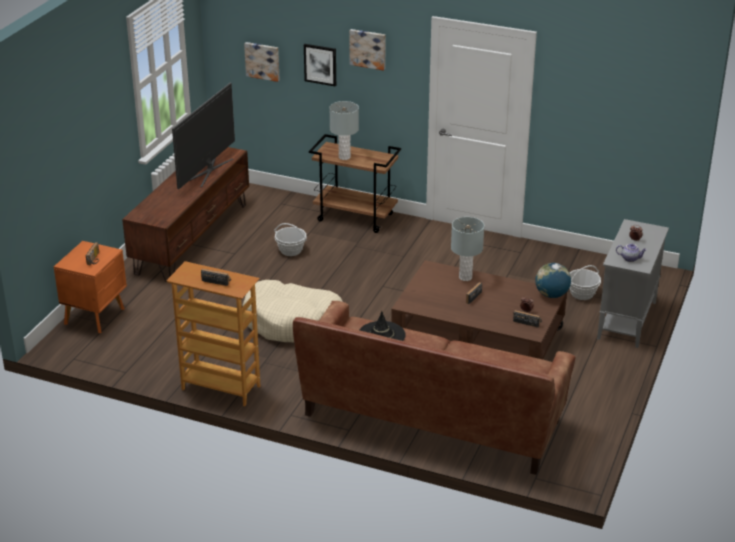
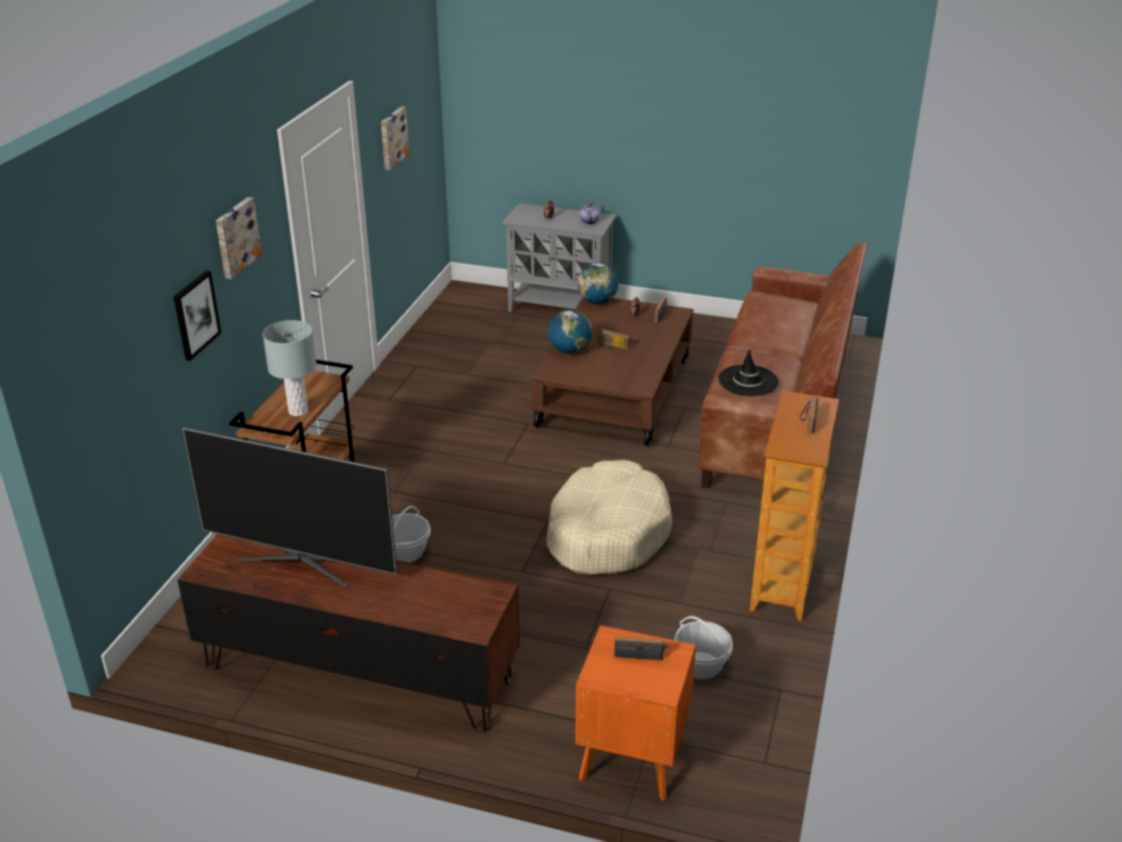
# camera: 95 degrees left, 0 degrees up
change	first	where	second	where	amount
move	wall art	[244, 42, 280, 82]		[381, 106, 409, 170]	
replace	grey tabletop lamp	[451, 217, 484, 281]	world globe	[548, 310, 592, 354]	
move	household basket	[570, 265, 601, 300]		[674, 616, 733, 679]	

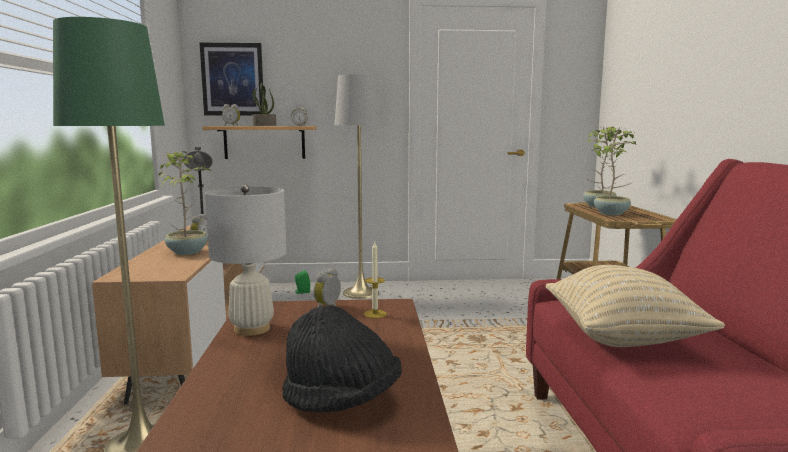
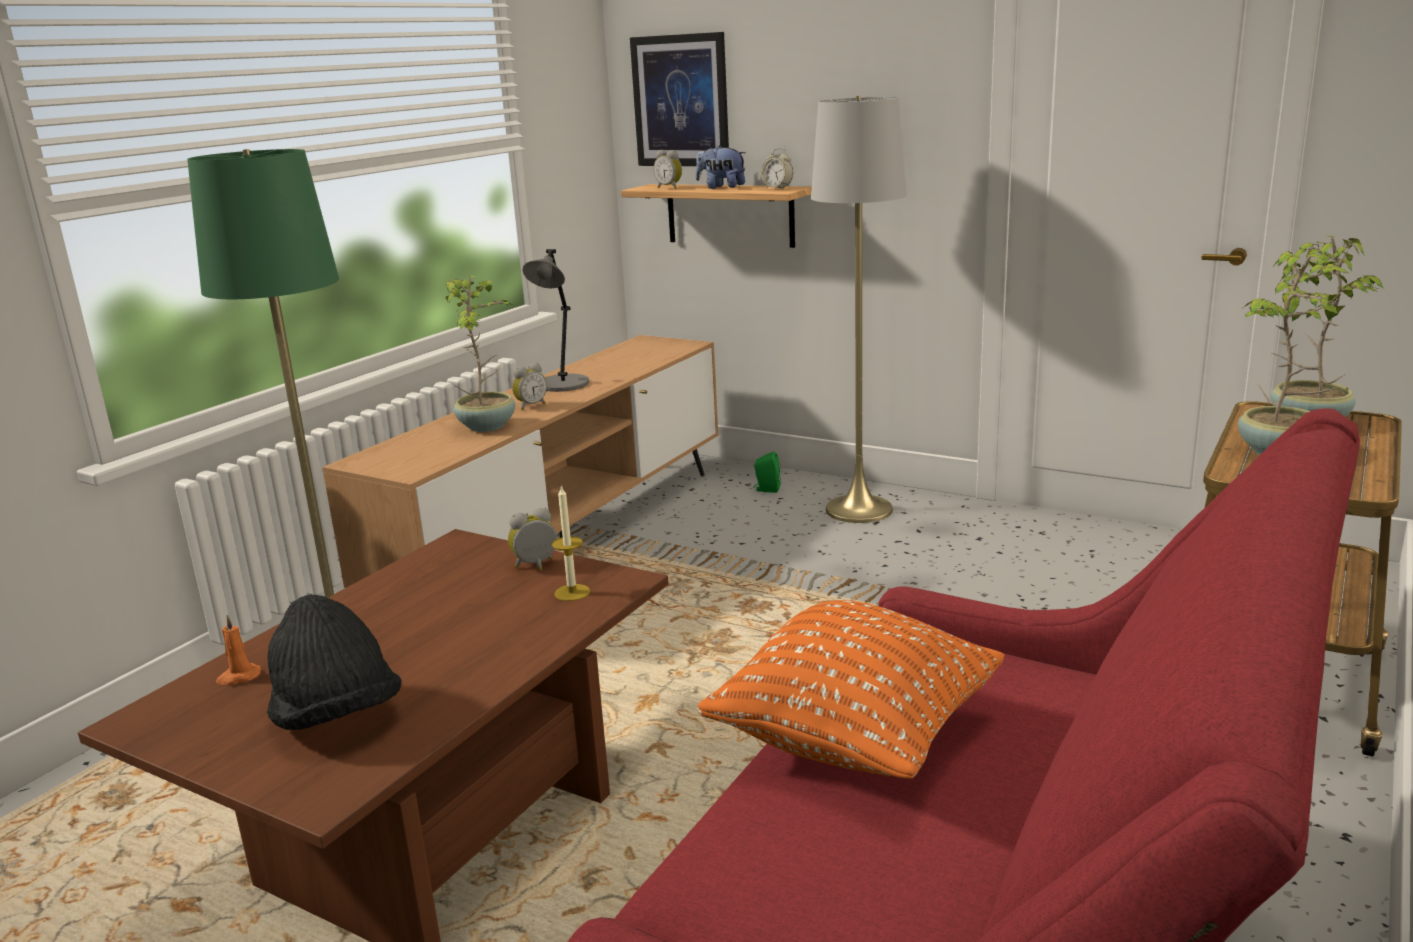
# camera: 35 degrees right, 10 degrees up
change	first	where	second	where	amount
delete	white-coloured tabletop lamp	[205, 184, 286, 336]			
replace	houseplant	[252, 83, 276, 126]	soft toy	[696, 146, 746, 189]	
recolor	beige-coloured cushion	[545, 265, 725, 347]	orange cushion	[697, 600, 1005, 779]	
insert			orange wax candle	[216, 615, 261, 685]	

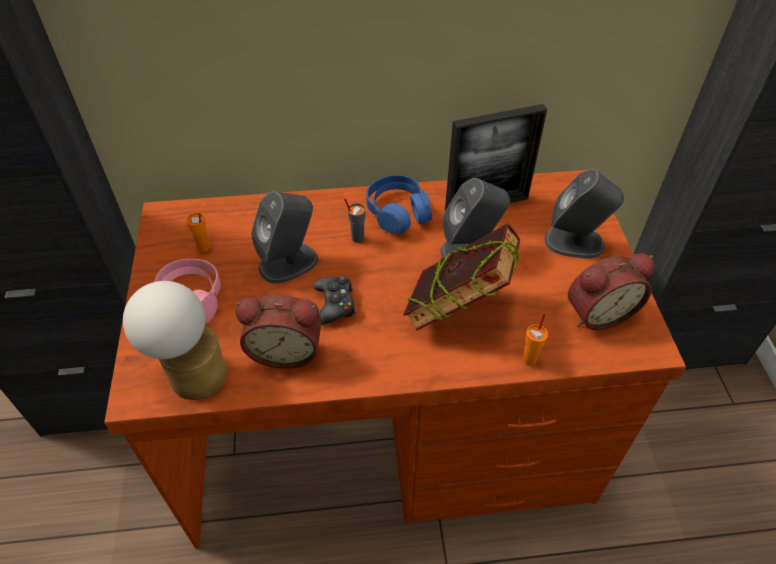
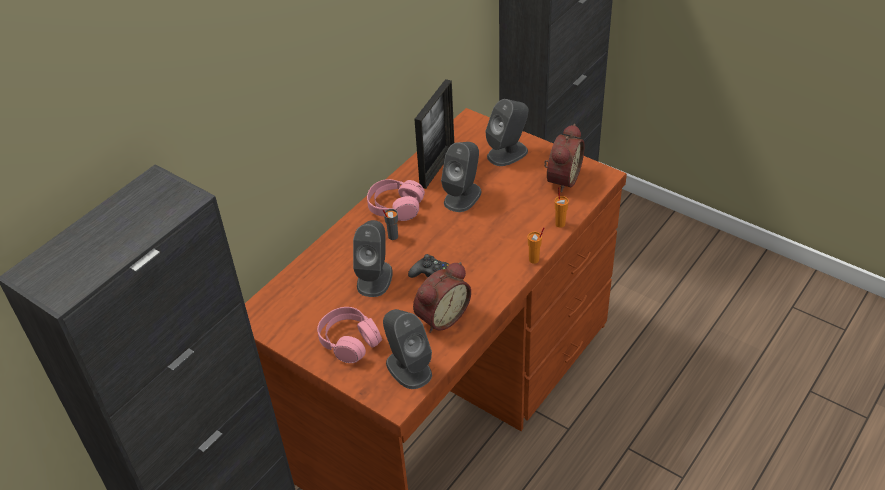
# camera: 45 degrees left, 5 degrees down
change	first	where	second	where	amount
replace	tabletop lamp	[123, 281, 227, 400]	grey speaker	[383, 309, 432, 389]	
move	orange cup	[186, 212, 210, 252]		[528, 227, 544, 264]	
recolor	bluish pair of headphones	[366, 175, 432, 234]	pink-coloured pair of headphones	[367, 179, 425, 221]	
delete	volume	[403, 223, 520, 330]			

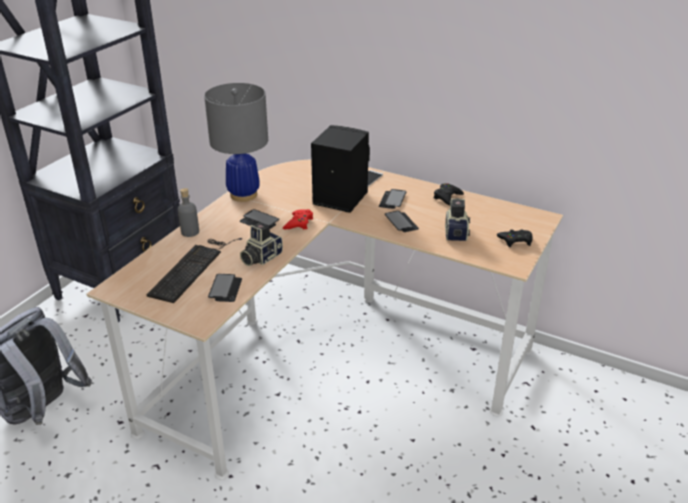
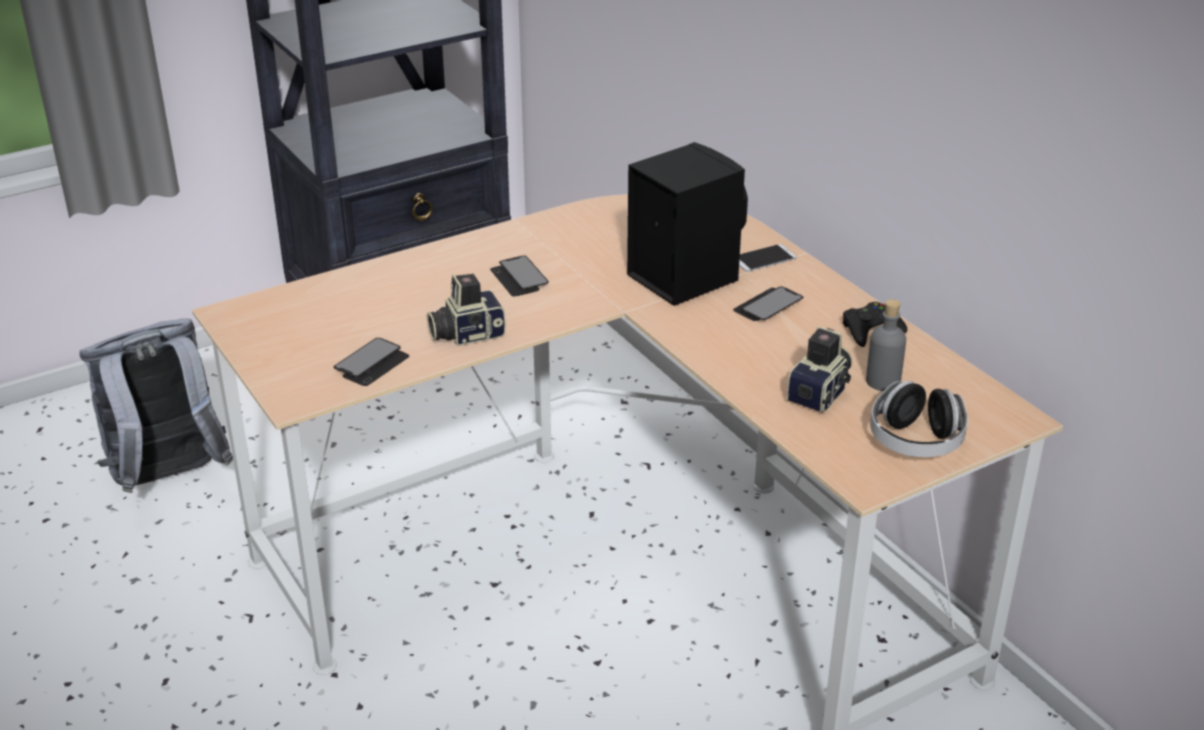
# camera: 30 degrees right, 0 degrees up
change	first	where	second	where	amount
delete	computer keyboard	[146, 238, 242, 303]			
move	grey beverage bottle	[178, 188, 199, 237]		[866, 299, 906, 391]	
delete	grey tabletop lamp	[204, 83, 268, 202]			
delete	red-coloured game controller	[283, 209, 313, 230]			
delete	telephone	[384, 211, 419, 232]			
replace	blackish game controller	[497, 230, 532, 247]	pair of headphones	[870, 381, 968, 457]	

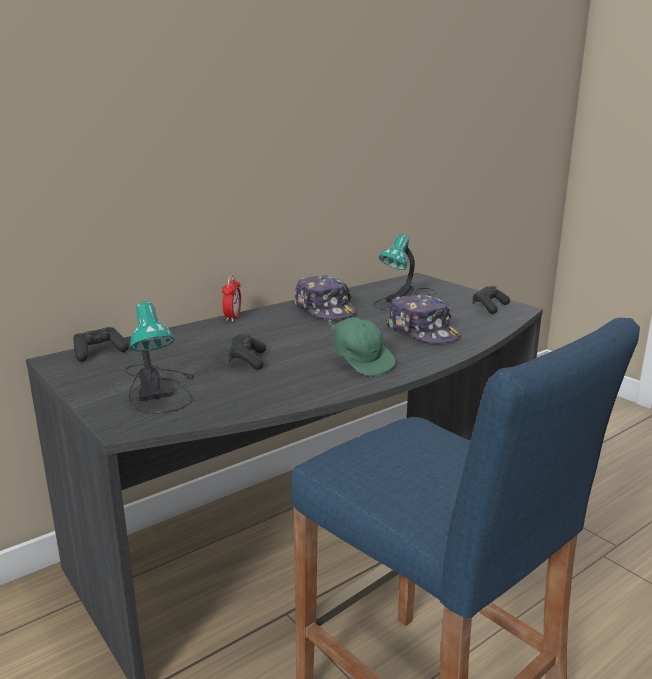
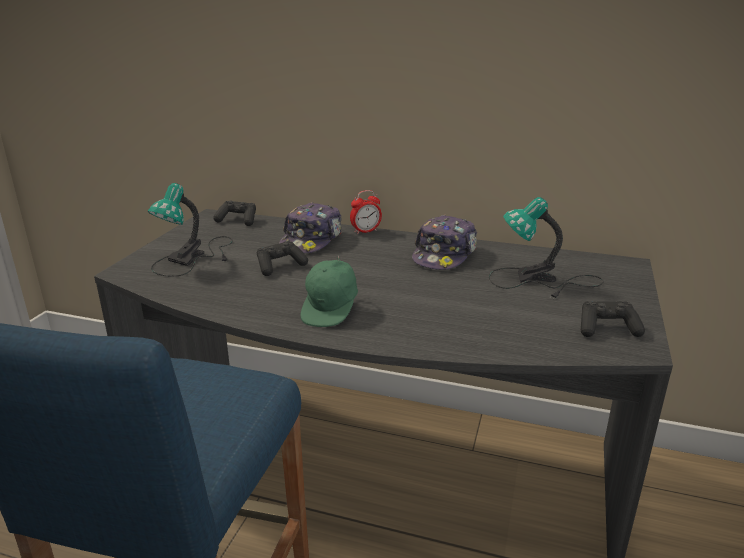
# camera: 55 degrees right, 5 degrees up
change	first	where	second	where	amount
move	peaked cap	[386, 294, 461, 343]		[279, 202, 342, 253]	

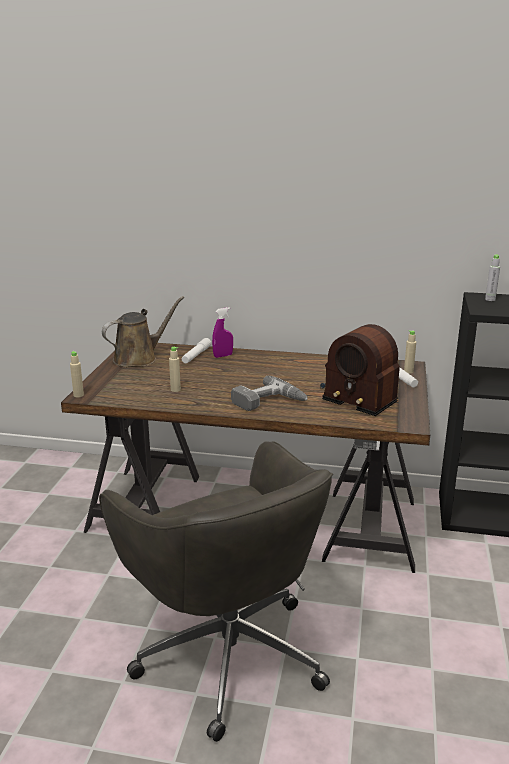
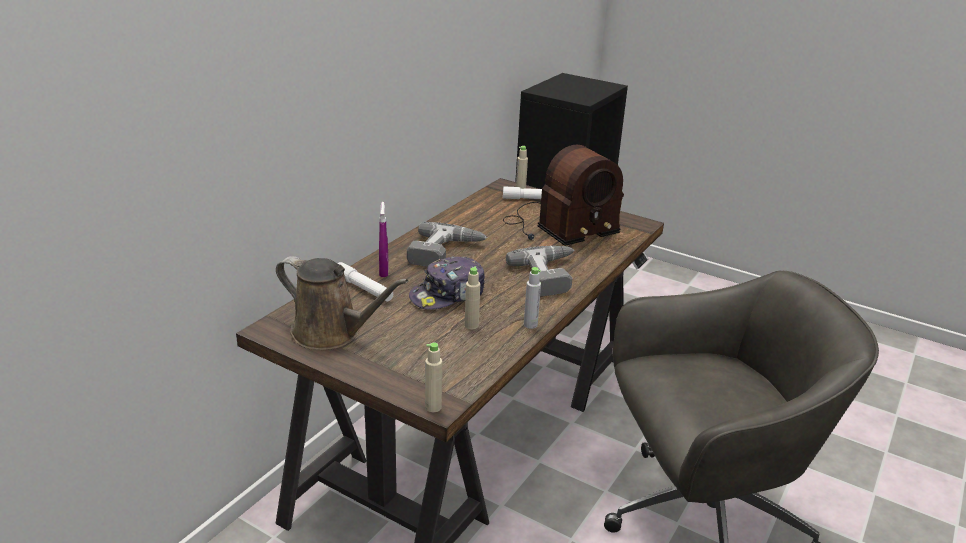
# camera: 70 degrees left, 5 degrees up
change	first	where	second	where	amount
rotate	brown-coloured watering pot	[102, 296, 184, 367]		[276, 256, 408, 350]	135 degrees clockwise
move	grey beverage bottle	[485, 255, 500, 301]		[524, 267, 541, 329]	
insert			electric drill	[407, 222, 487, 267]	
insert			peaked cap	[409, 256, 485, 310]	

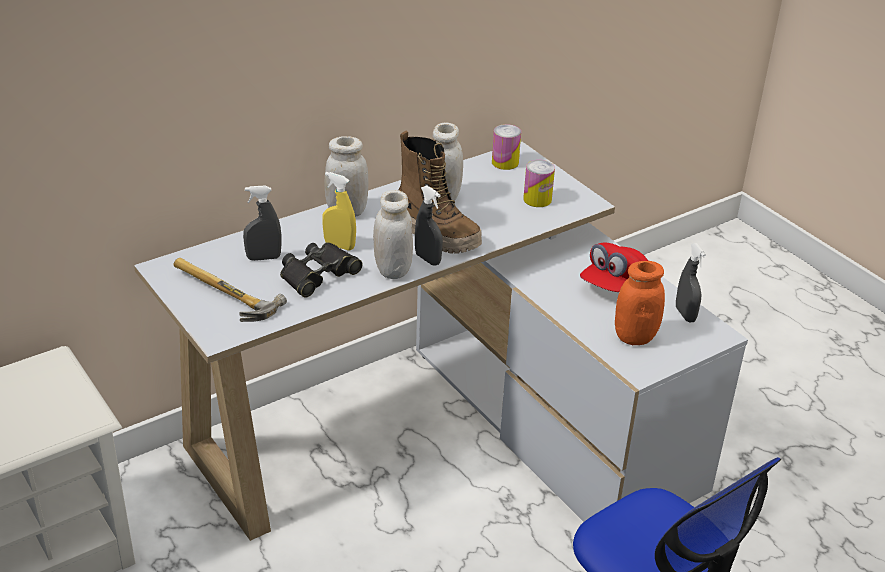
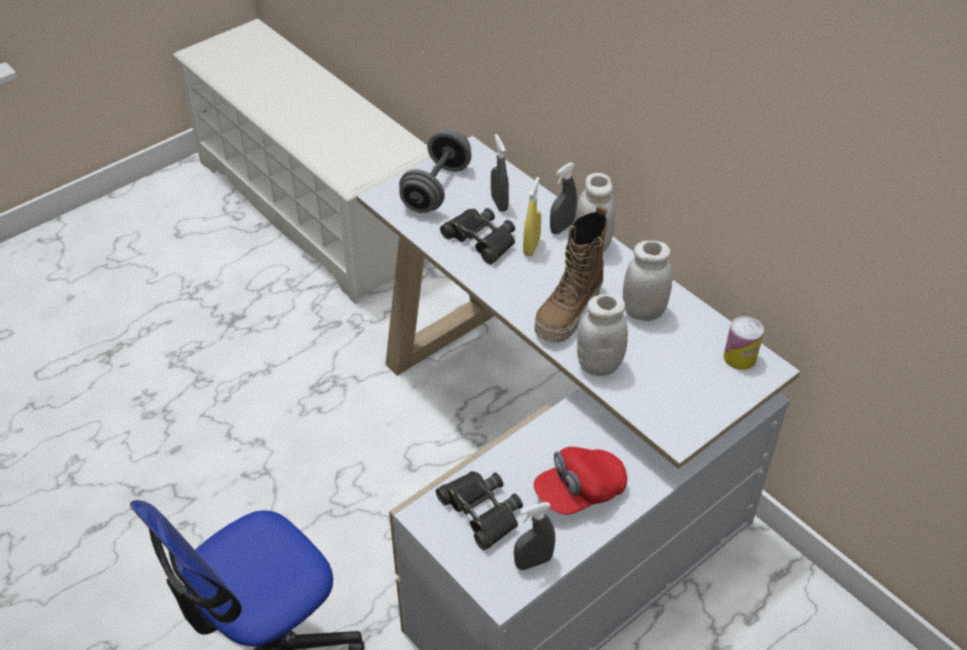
# camera: 85 degrees right, 10 degrees up
change	first	where	second	where	amount
replace	hammer	[173, 258, 287, 322]	grey dumbbell	[399, 129, 471, 213]	
move	white-coloured preserve jar	[373, 190, 413, 279]		[577, 294, 628, 376]	
move	grey spray bottle	[415, 185, 443, 266]		[550, 162, 577, 234]	
delete	can	[523, 160, 555, 207]			
rotate	red-coloured peaked cap	[580, 243, 648, 292]		[534, 447, 627, 515]	60 degrees counterclockwise
replace	orange preserve jar	[615, 261, 665, 345]	blackish binoculars	[436, 471, 523, 550]	

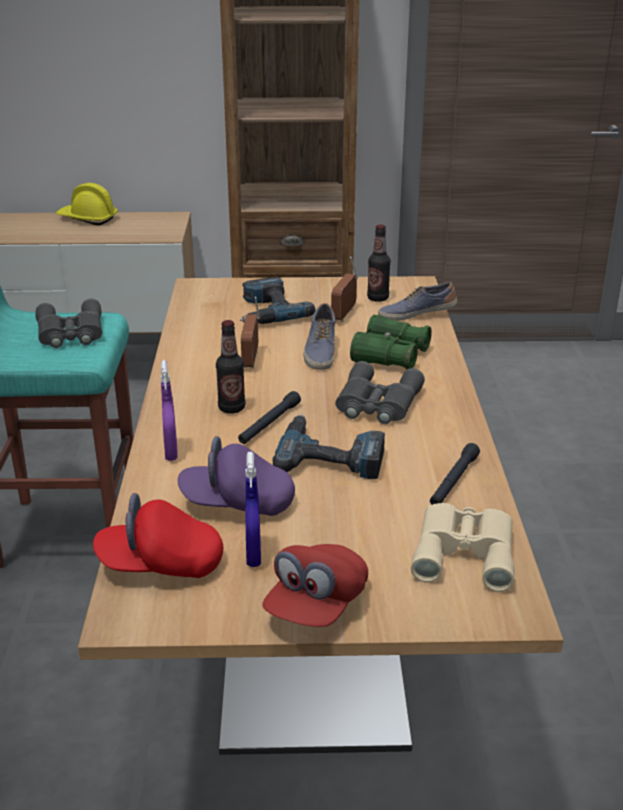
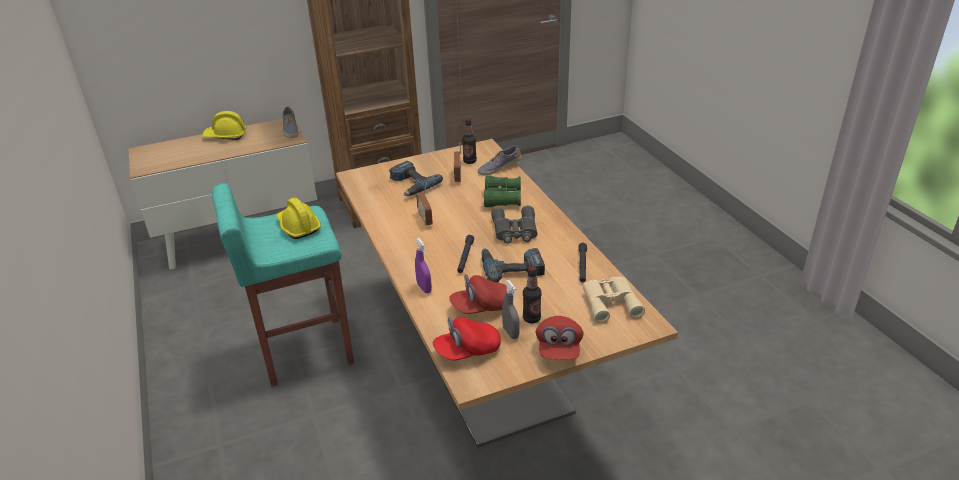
# camera: 20 degrees left, 5 degrees up
change	first	where	second	where	amount
replace	grey binoculars	[36, 299, 102, 348]	yellowish work helmet	[276, 198, 321, 239]	
recolor	purple-coloured peaked cap	[178, 436, 295, 516]	red-coloured peaked cap	[449, 274, 507, 314]	
move	beverage bottle	[216, 320, 245, 414]		[523, 266, 541, 324]	
recolor	bluish spray bottle	[245, 452, 261, 567]	grey spray bottle	[502, 280, 520, 339]	
move	item of footwear	[303, 303, 335, 370]		[283, 106, 298, 138]	

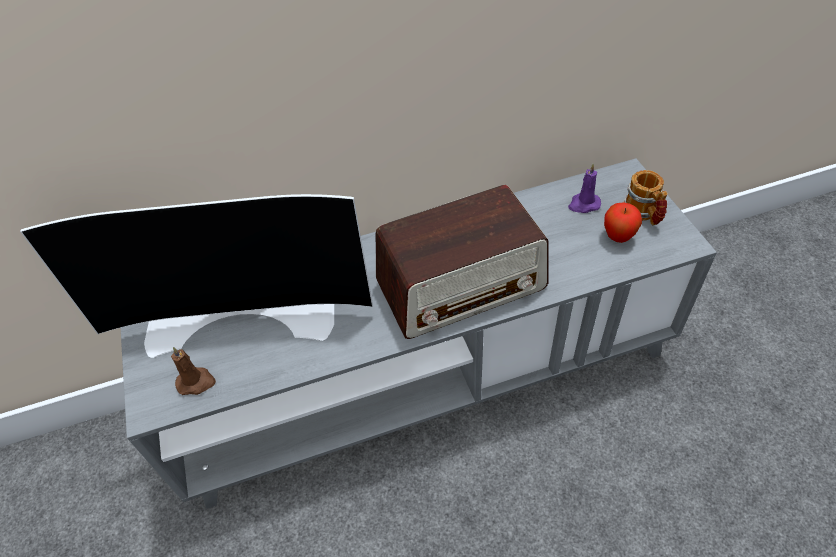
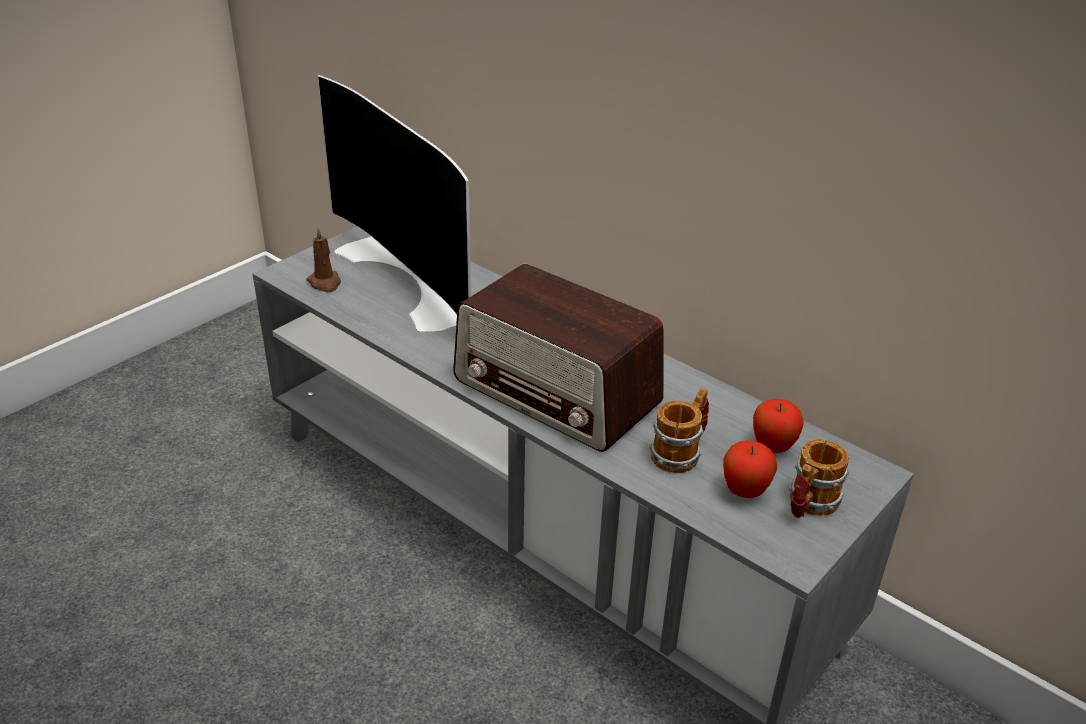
# camera: 55 degrees right, 15 degrees down
change	first	where	second	where	amount
replace	purple-coloured wax candle	[568, 164, 601, 213]	apple	[753, 399, 804, 453]	
insert			coffee mug	[649, 388, 709, 473]	

